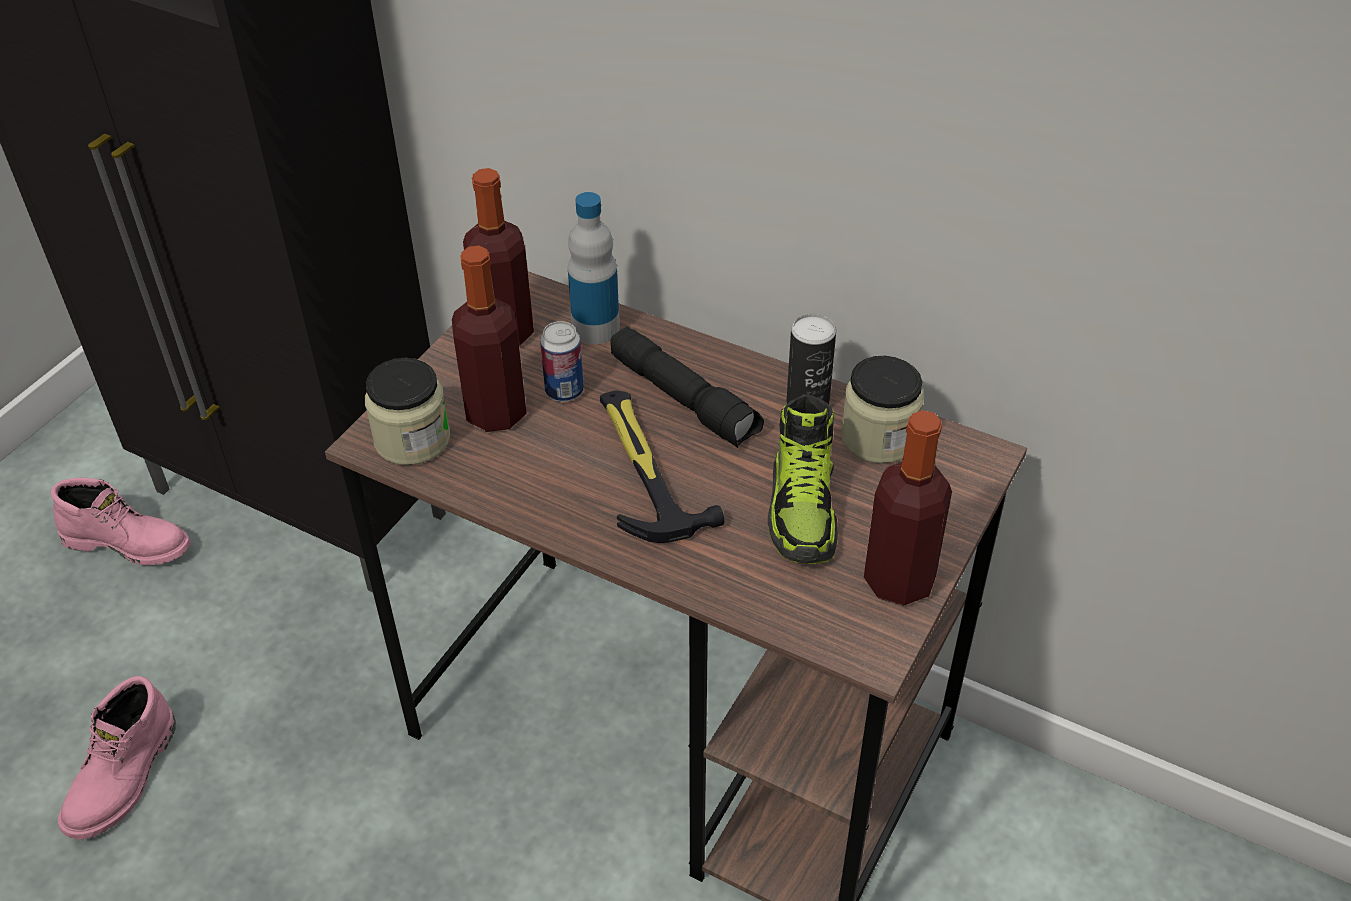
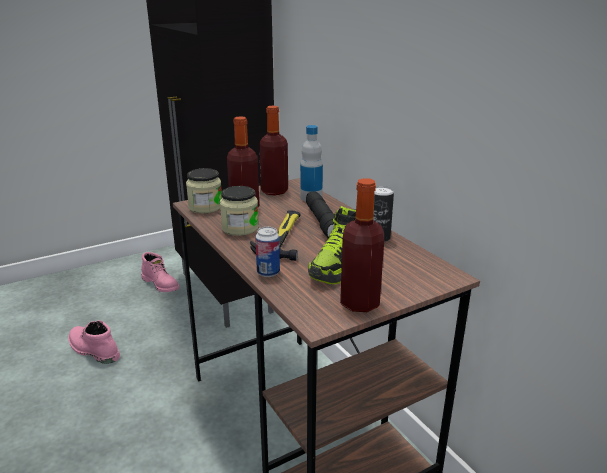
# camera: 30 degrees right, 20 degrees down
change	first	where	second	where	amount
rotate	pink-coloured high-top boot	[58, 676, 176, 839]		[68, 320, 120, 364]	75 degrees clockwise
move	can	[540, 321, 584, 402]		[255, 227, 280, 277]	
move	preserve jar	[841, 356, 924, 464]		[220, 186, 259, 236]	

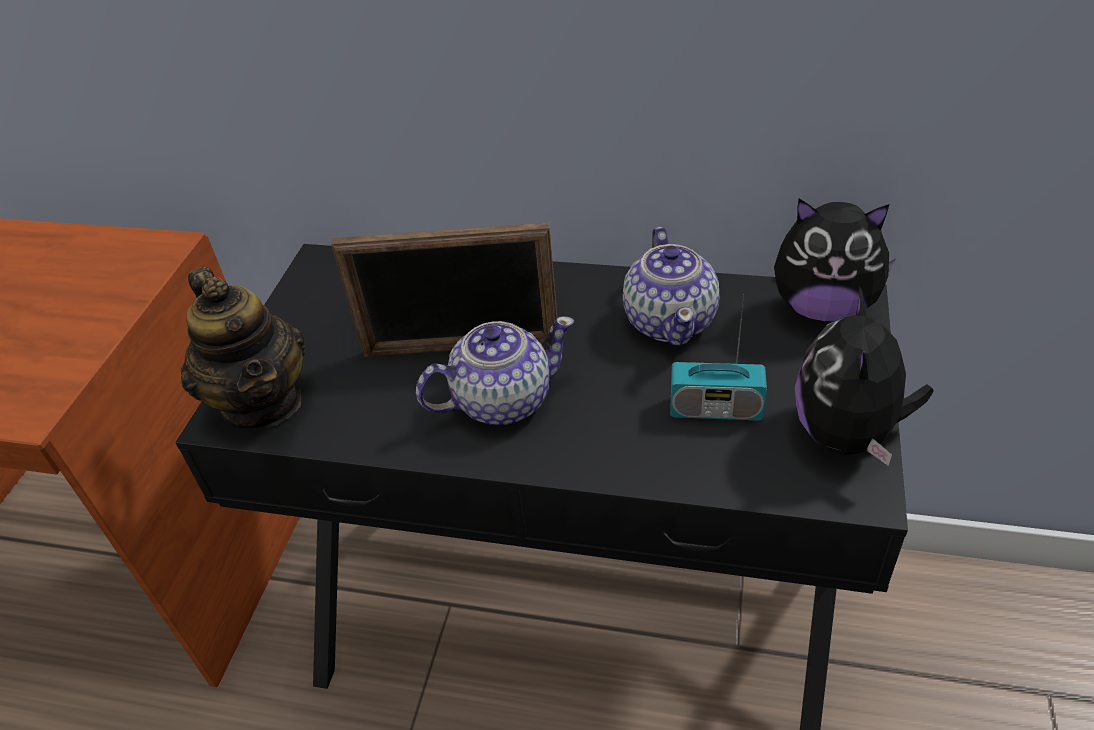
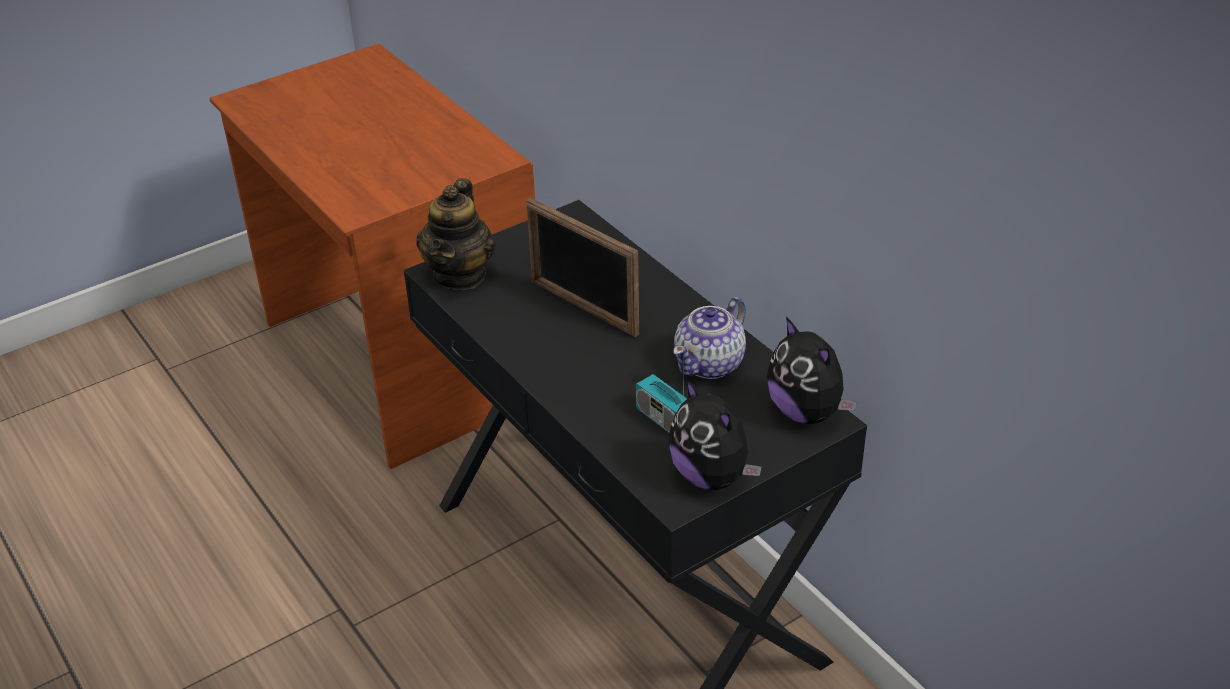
# camera: 40 degrees right, 5 degrees down
change	first	where	second	where	amount
delete	teapot	[416, 316, 574, 425]			
rotate	soft toy	[795, 286, 934, 466]		[668, 378, 762, 490]	90 degrees counterclockwise

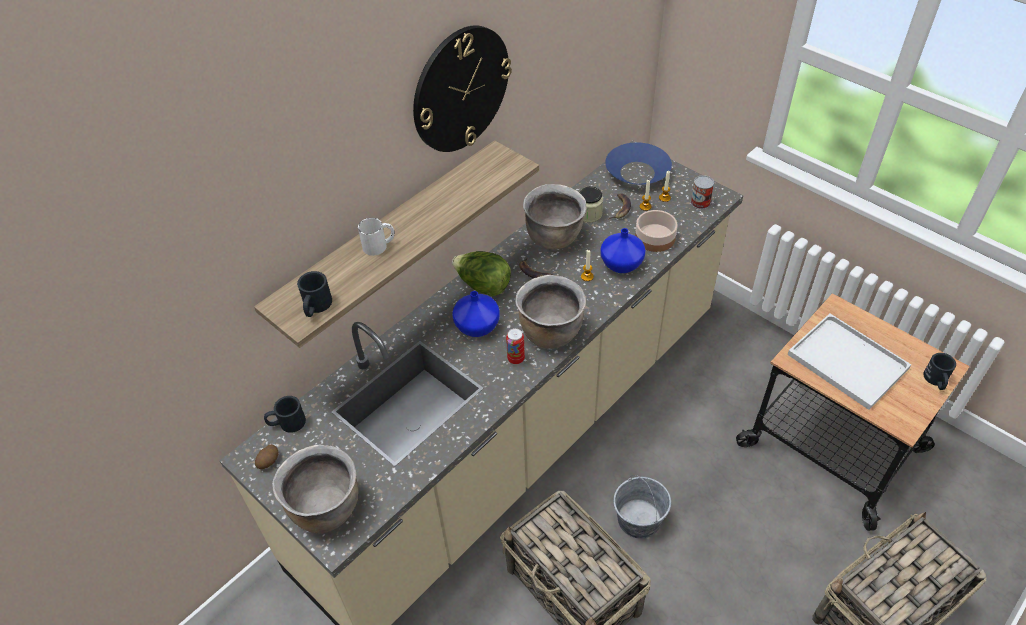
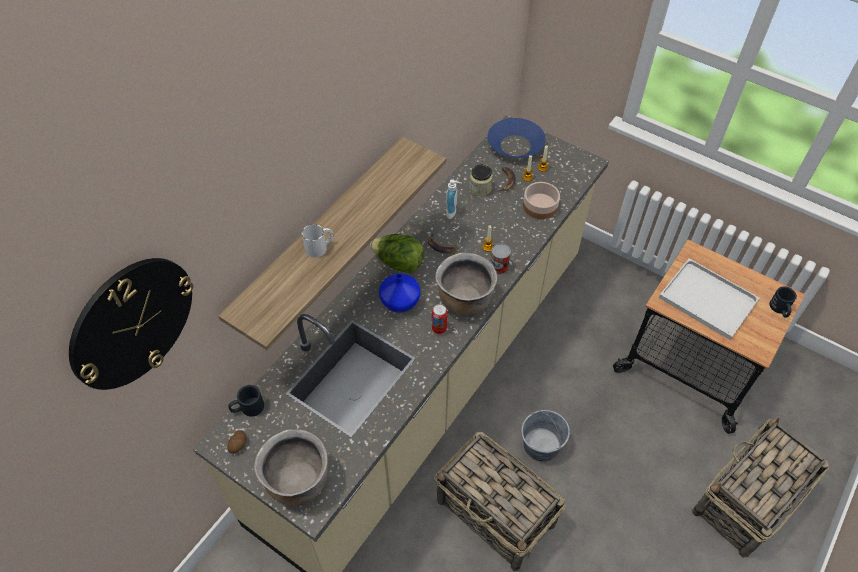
# camera: 10 degrees left, 5 degrees up
change	first	where	second	where	amount
delete	blackish coffee mug	[297, 271, 332, 317]			
move	wall clock	[413, 25, 512, 152]		[69, 258, 193, 390]	
replace	brown-coloured saucepot	[523, 184, 587, 250]	soap bottle	[446, 179, 462, 219]	
delete	bluish decorative vase	[600, 228, 646, 273]			
move	can	[691, 175, 714, 209]		[491, 243, 511, 274]	

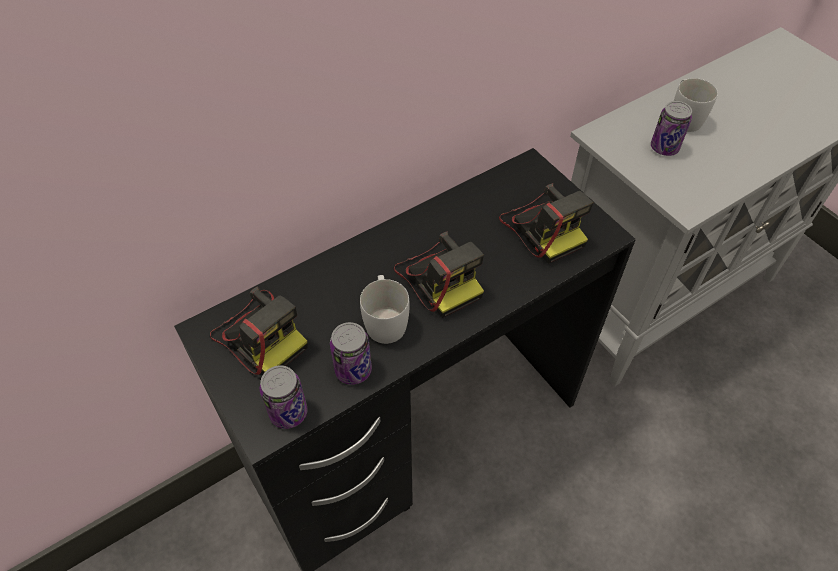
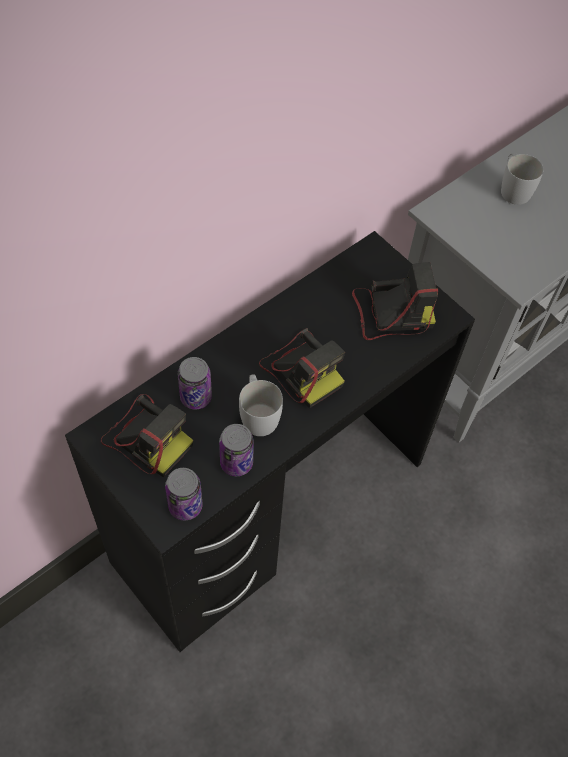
# camera: 10 degrees left, 5 degrees up
change	first	where	second	where	amount
rotate	still camera	[499, 183, 594, 264]		[352, 262, 438, 340]	60 degrees counterclockwise
move	can	[651, 101, 692, 156]		[178, 357, 212, 409]	

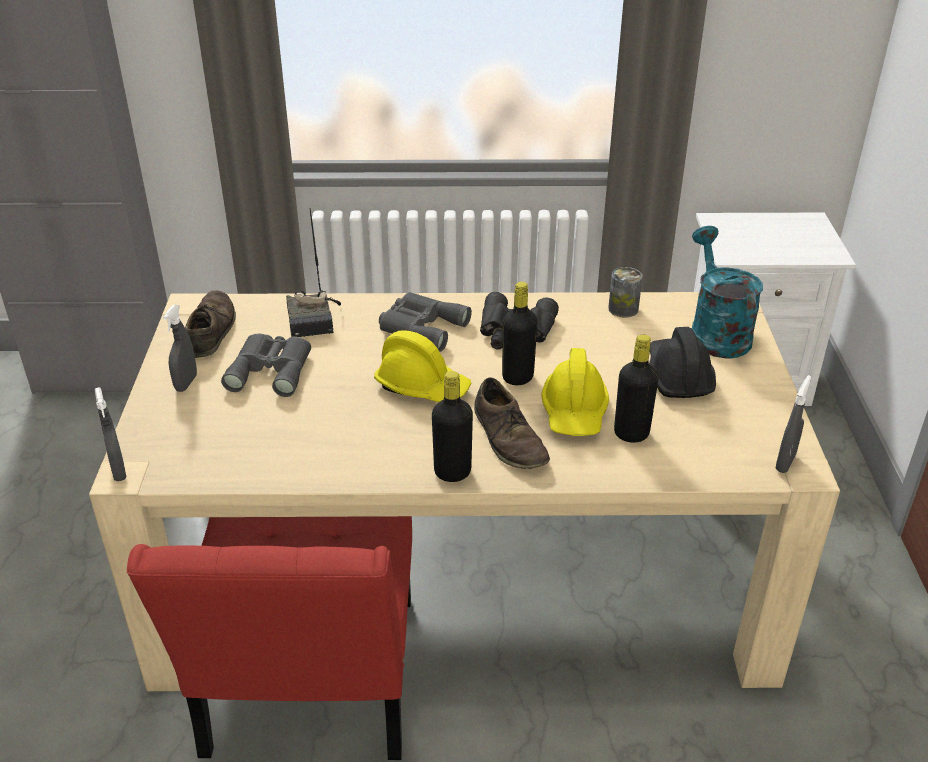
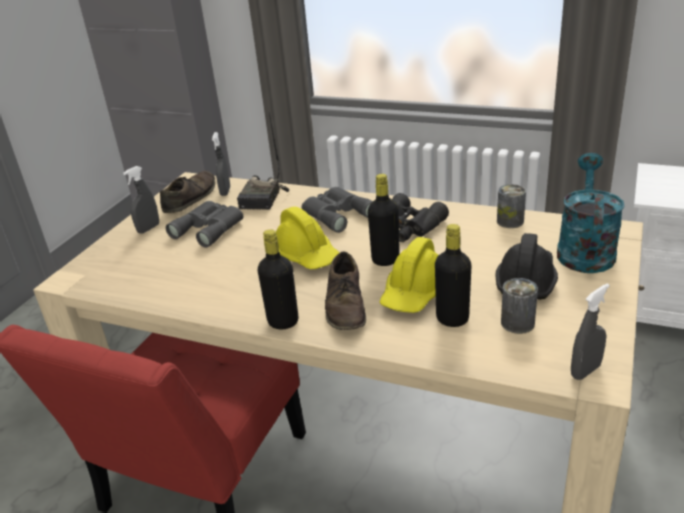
# camera: 25 degrees right, 5 degrees down
change	first	where	second	where	amount
move	grey spray bottle	[95, 387, 126, 481]		[212, 132, 230, 196]	
insert			can	[501, 278, 538, 334]	

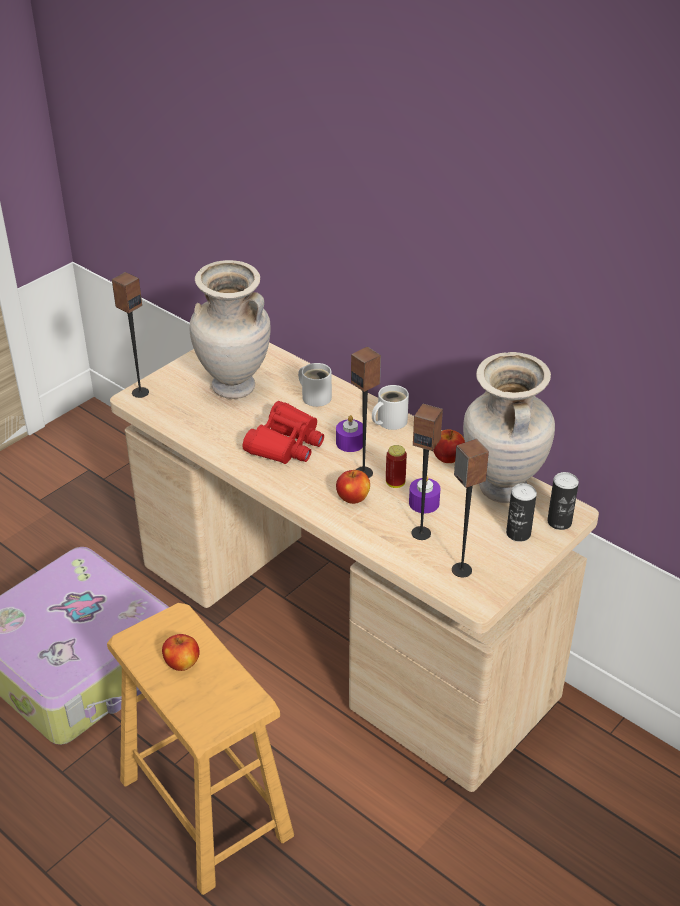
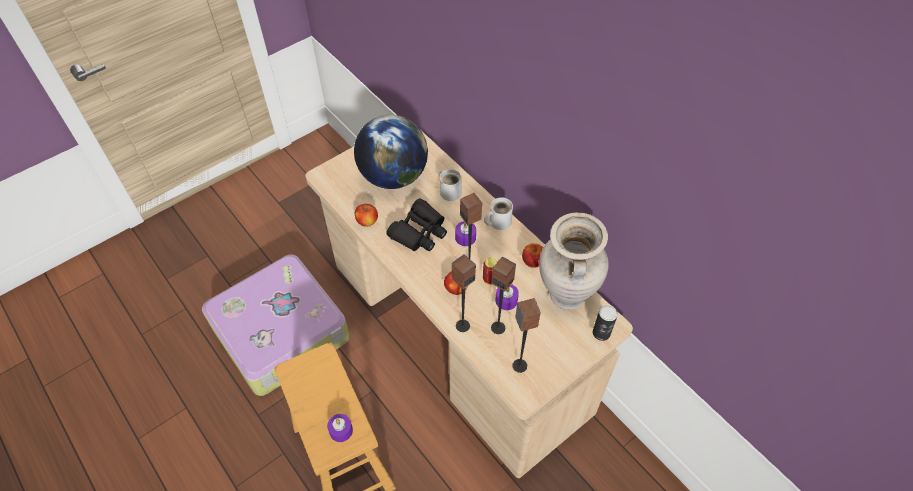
# camera: 10 degrees right, 15 degrees up
change	first	where	second	where	amount
move	speaker	[112, 272, 149, 398]		[452, 254, 476, 332]	
move	apple	[162, 634, 200, 671]		[355, 204, 378, 227]	
replace	beige-coloured decorative vase	[189, 260, 270, 399]	world globe	[354, 115, 428, 189]	
recolor	red-coloured binoculars	[242, 401, 324, 464]	blackish binoculars	[386, 198, 447, 251]	
delete	can	[506, 483, 537, 542]			
insert			purple-coloured wax candle	[327, 414, 353, 442]	

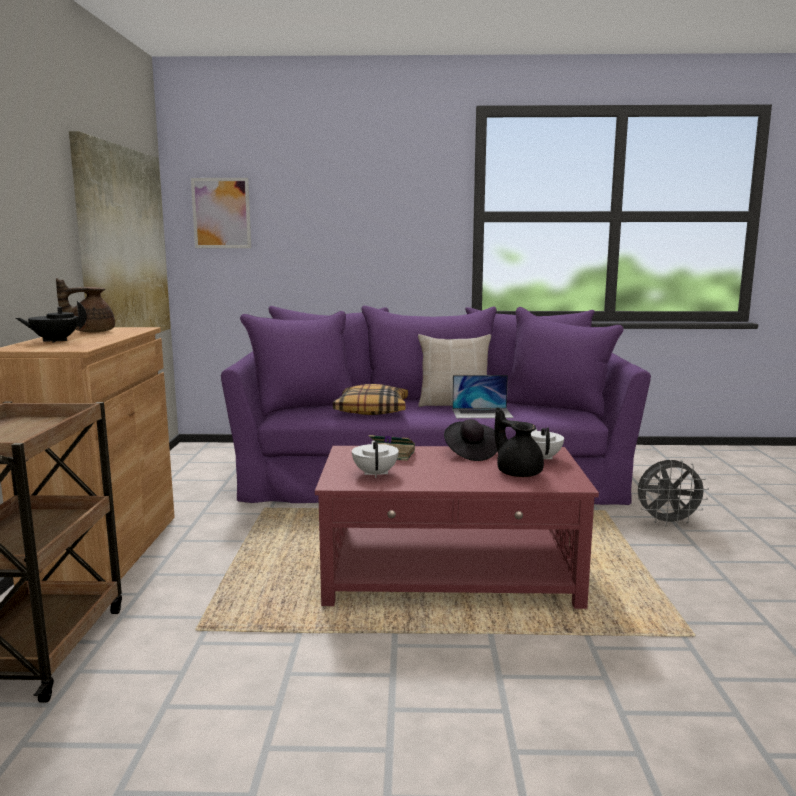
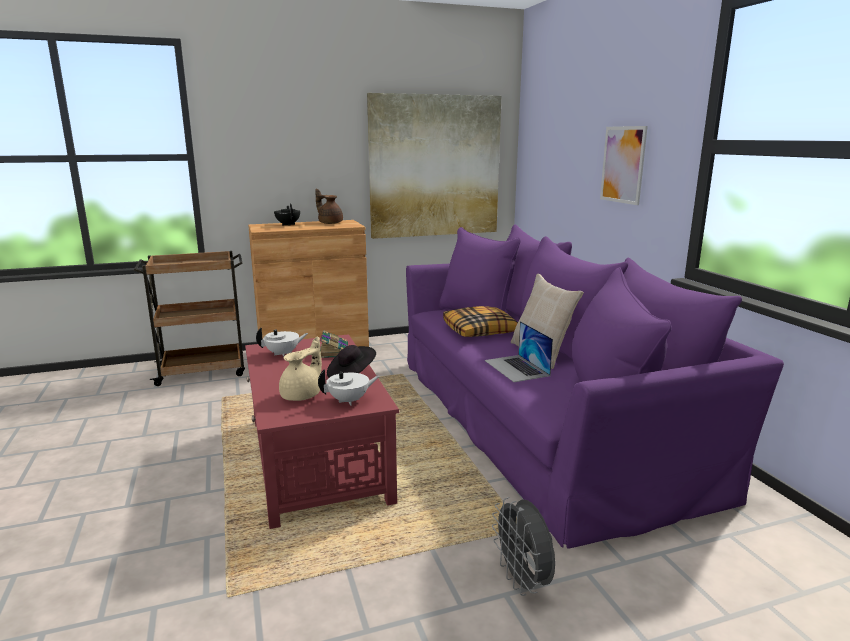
# camera: 70 degrees right, 5 degrees up
change	first	where	second	where	amount
move	wall art	[191, 178, 251, 248]		[600, 126, 648, 205]	
recolor	blackish teapot	[495, 408, 544, 477]	beige-coloured teapot	[279, 336, 322, 401]	

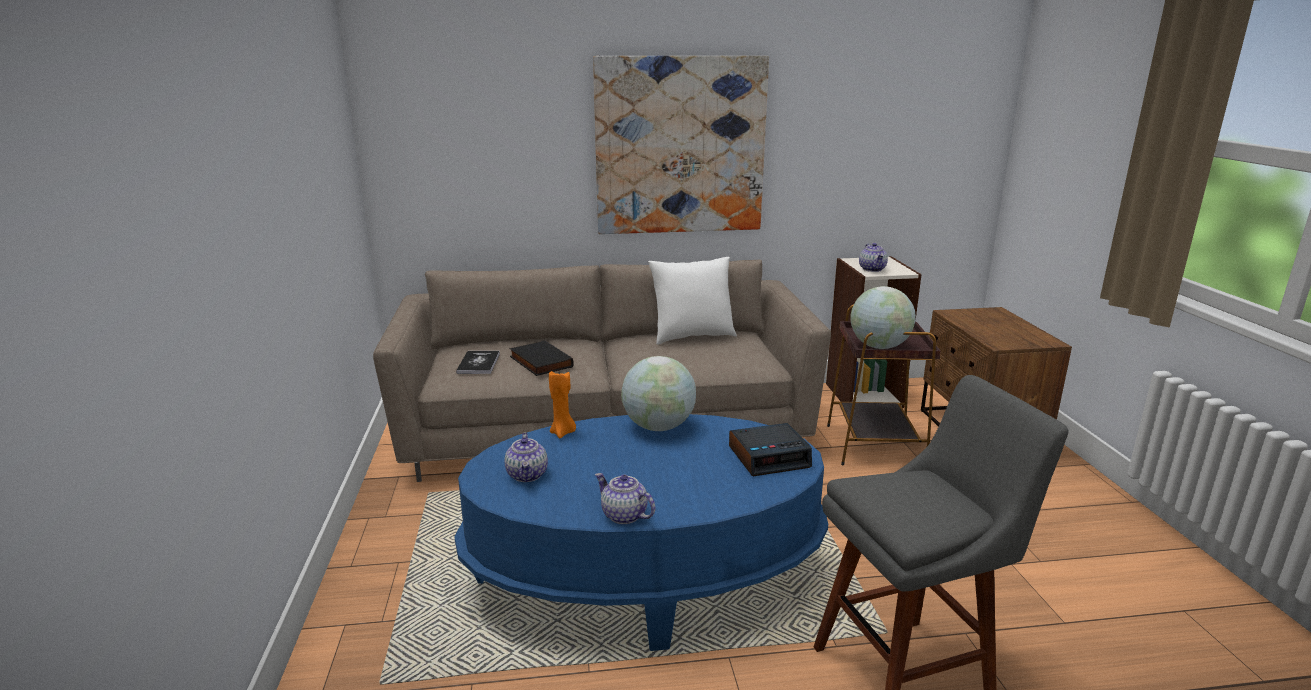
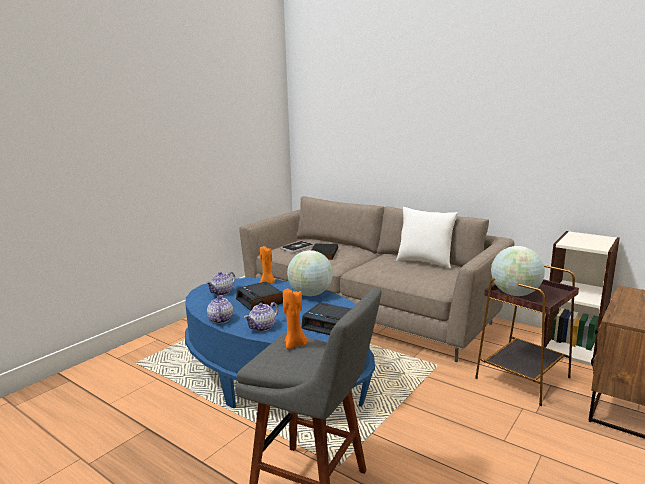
# camera: 45 degrees right, 5 degrees down
change	first	where	second	where	amount
delete	wall art	[593, 56, 769, 234]			
move	teapot	[859, 243, 888, 272]		[244, 302, 279, 331]	
insert			table clock	[236, 282, 283, 311]	
insert			orange wax candle	[283, 288, 307, 349]	

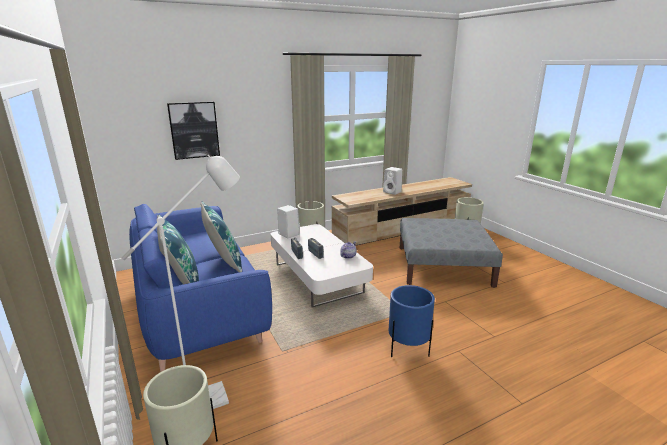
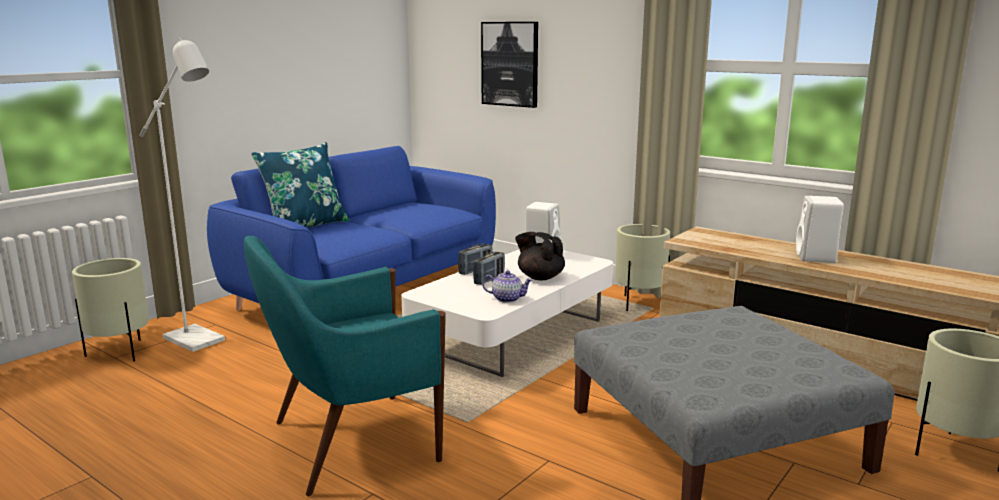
# camera: 65 degrees right, 5 degrees down
change	first	where	second	where	amount
delete	bluish cushion	[201, 201, 242, 273]			
replace	bluish flower pot	[389, 285, 435, 357]	turquoise-coloured armchair	[244, 236, 446, 497]	
insert			blackish teapot	[515, 232, 565, 280]	

